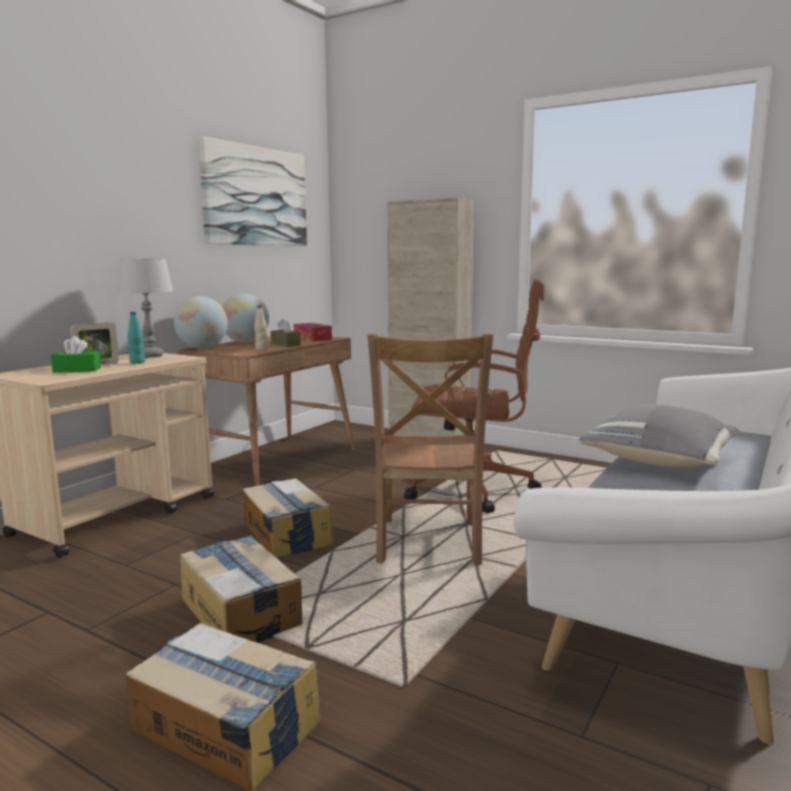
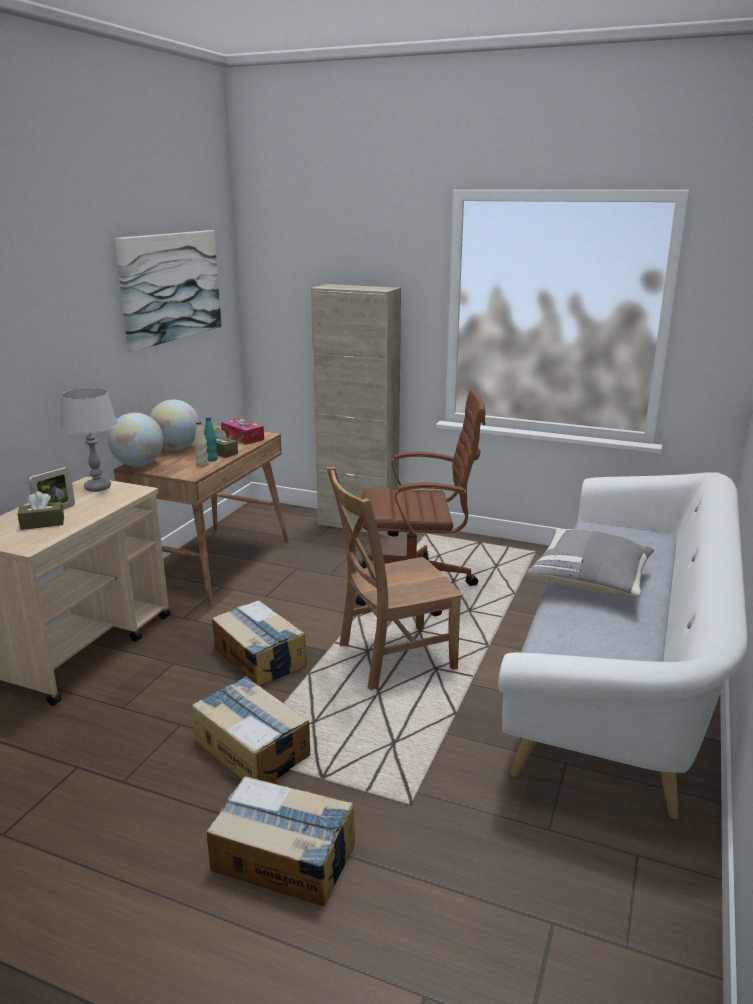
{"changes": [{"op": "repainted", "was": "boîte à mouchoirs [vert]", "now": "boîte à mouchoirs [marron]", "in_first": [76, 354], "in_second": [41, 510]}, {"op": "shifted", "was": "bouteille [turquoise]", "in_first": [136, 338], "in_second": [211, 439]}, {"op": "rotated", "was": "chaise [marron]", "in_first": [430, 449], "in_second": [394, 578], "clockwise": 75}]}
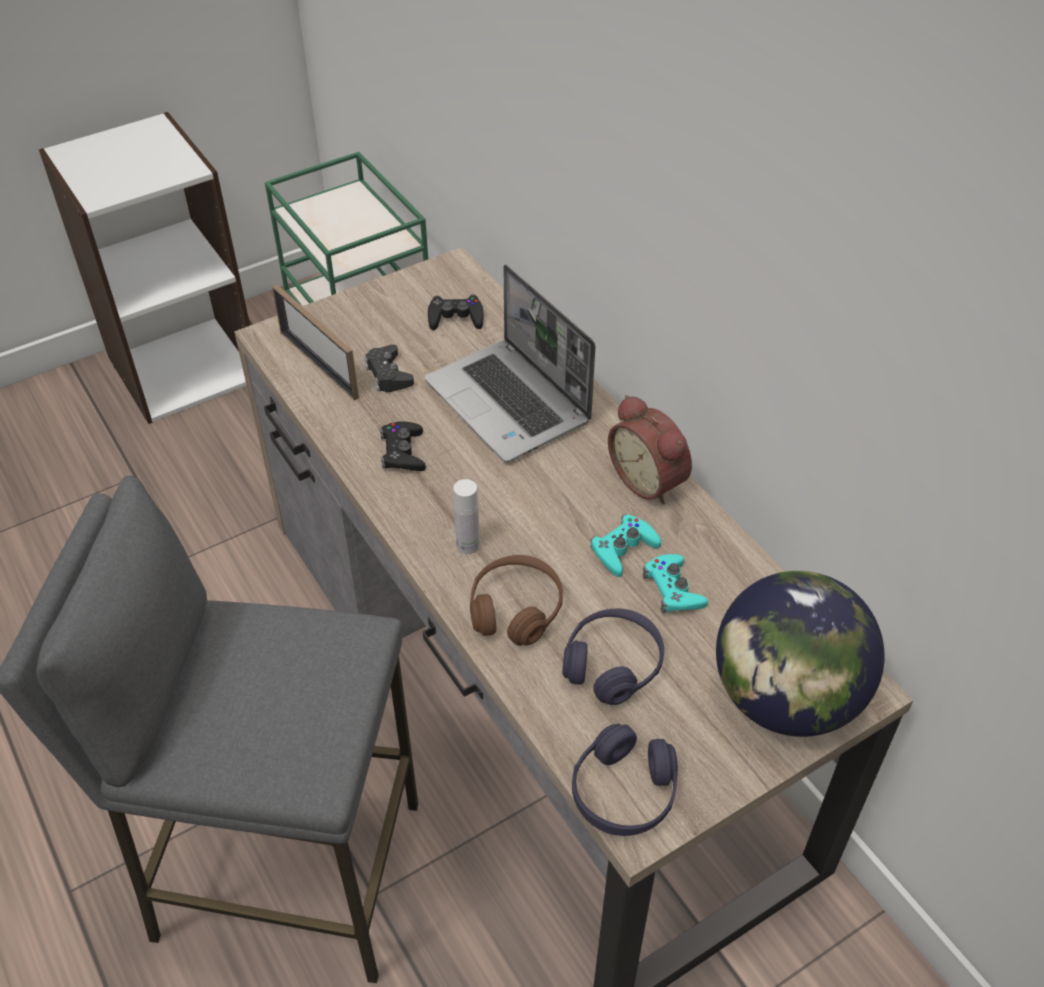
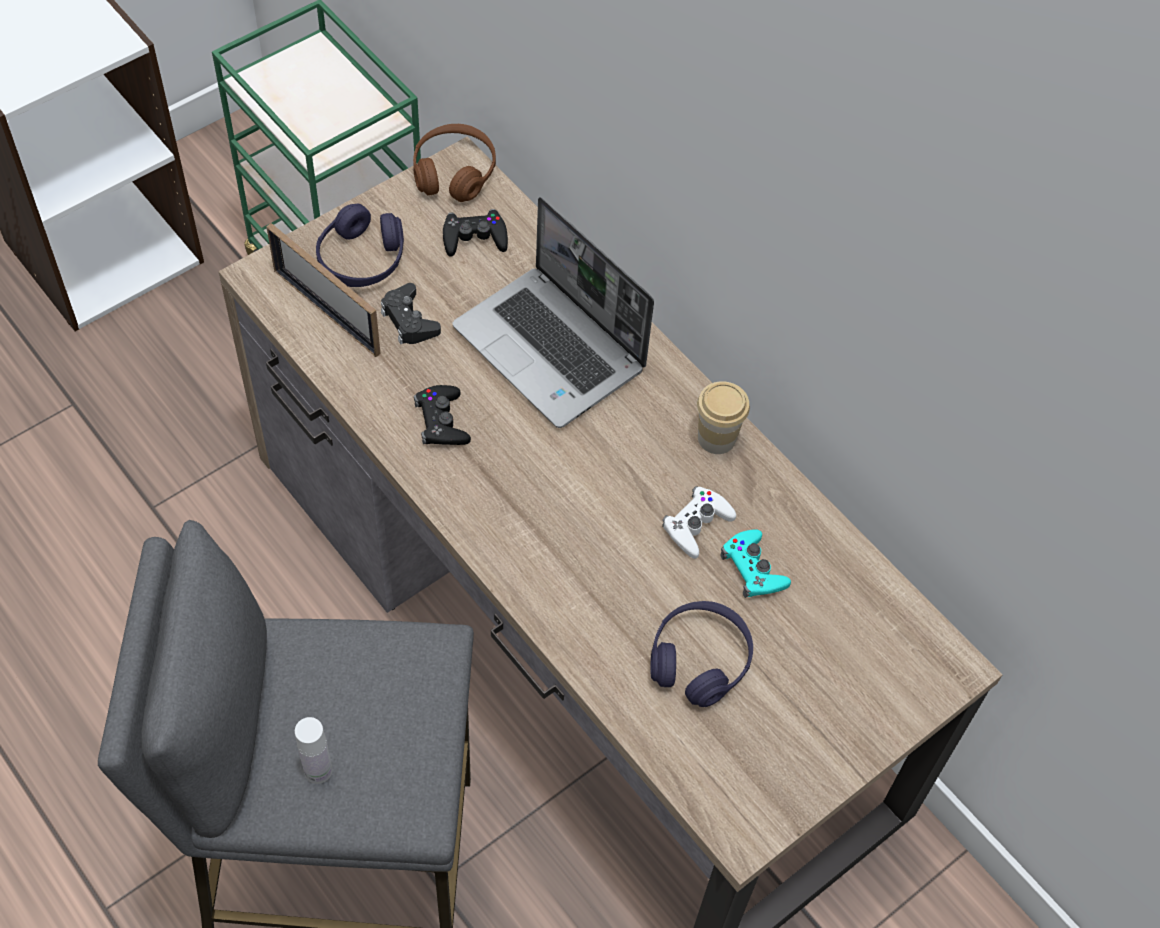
{"changes": [{"op": "shifted", "was": "bouteille [blanc]", "in_first": [466, 516], "in_second": [313, 750]}, {"op": "shifted", "was": "casque audio [marron]", "in_first": [516, 600], "in_second": [454, 163]}, {"op": "shifted", "was": "casque audio [violet]", "in_first": [625, 780], "in_second": [360, 245]}, {"op": "repainted", "was": "manette [turquoise]", "now": "manette [blanc]", "in_first": [626, 545], "in_second": [699, 522]}, {"op": "swapped", "was": "réveil", "now": "tasse", "in_first": [650, 450], "in_second": [723, 417]}, {"op": "gone", "was": "globe", "in_first": [800, 654]}]}
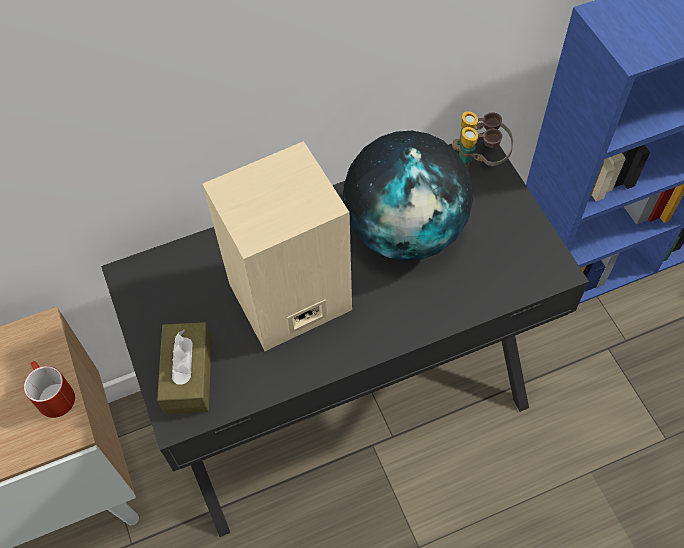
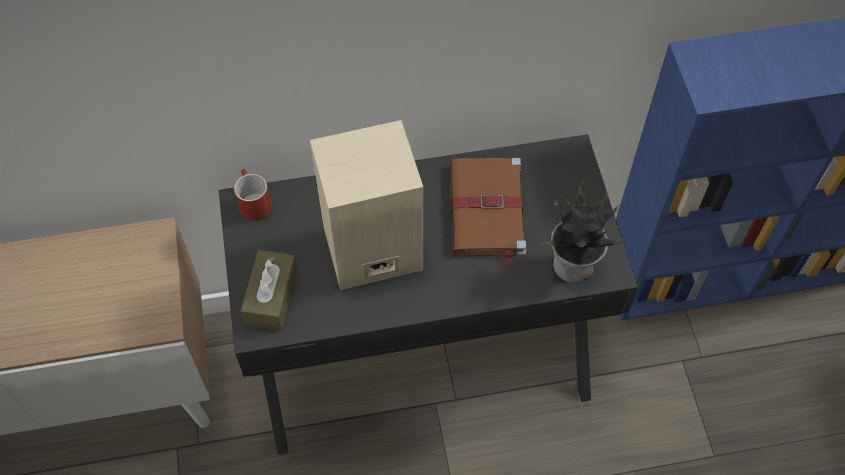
{"changes": [{"op": "shifted", "was": "mug [rouge]", "in_first": [49, 389], "in_second": [253, 195]}, {"op": "swapped", "was": "globe", "now": "livre [marron]", "in_first": [408, 196], "in_second": [488, 211]}, {"op": "gone", "was": "jumelles", "in_first": [482, 140]}, {"op": "new", "now": "plante en pot", "in_second": [583, 231]}]}
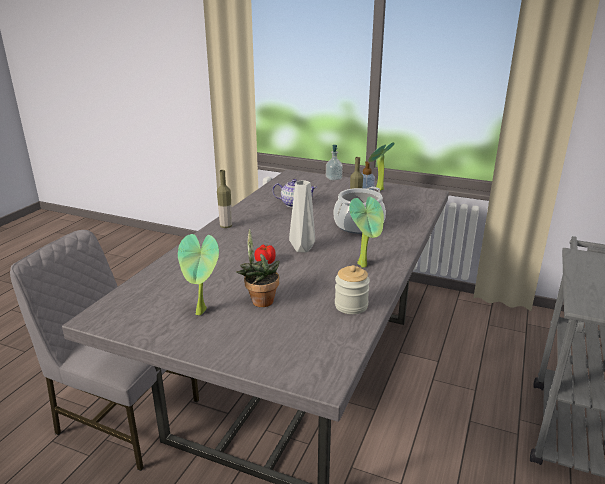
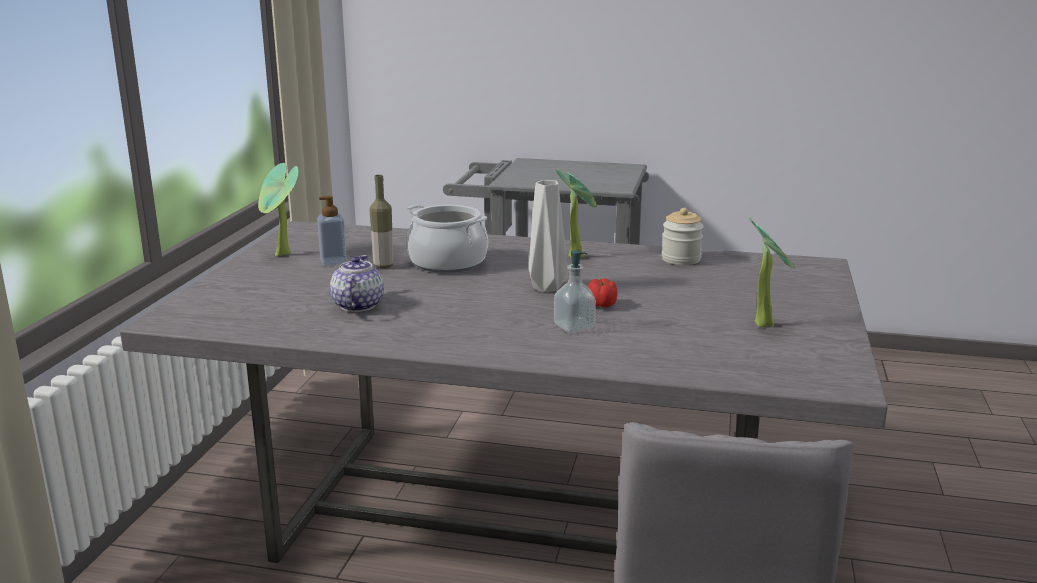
{"changes": [{"op": "gone", "was": "bouteille", "in_first": [224, 199]}, {"op": "gone", "was": "plante en pot", "in_first": [258, 268]}, {"op": "shifted", "was": "distributeur de savon", "in_first": [334, 163], "in_second": [575, 291]}]}
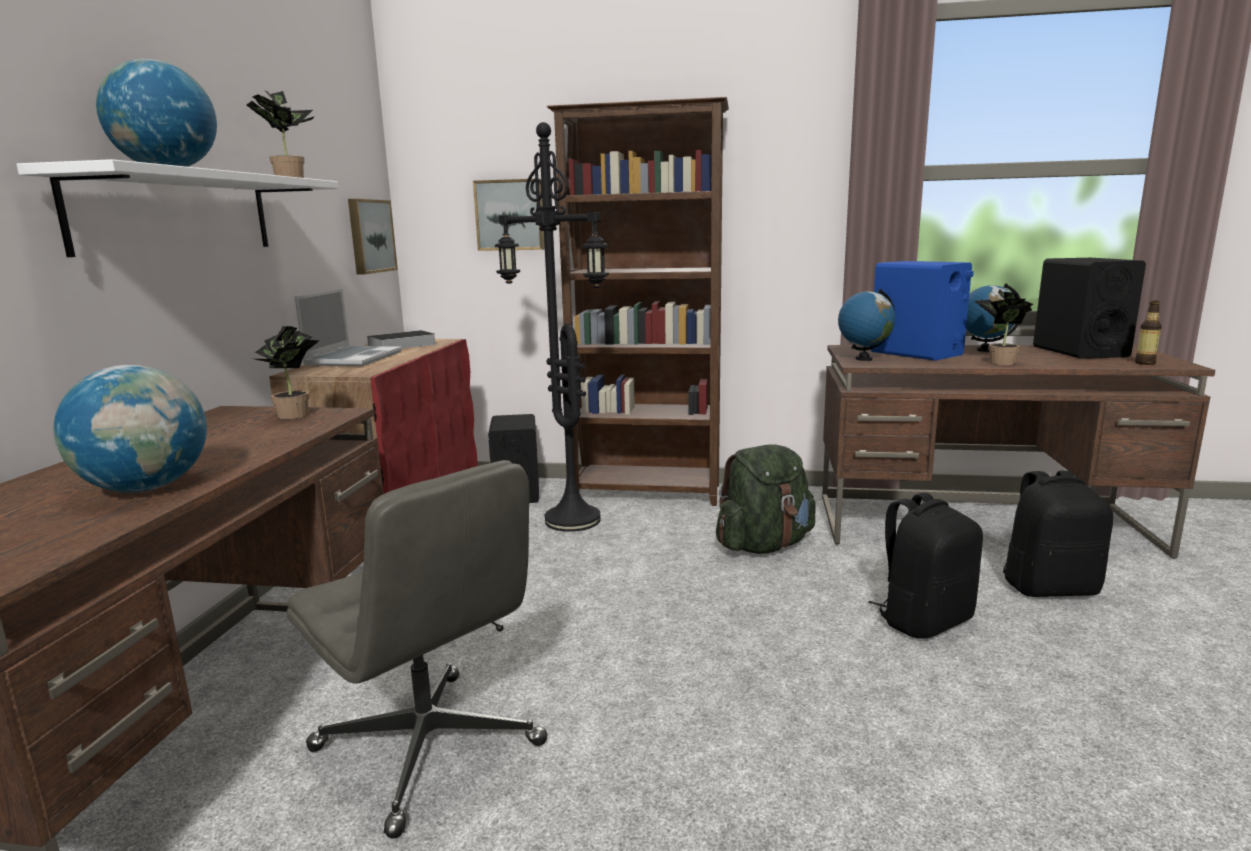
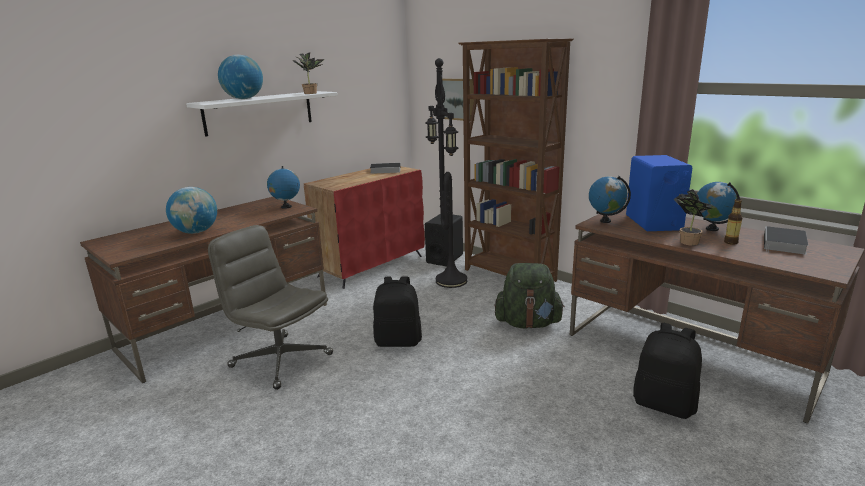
{"changes": [{"op": "swapped", "was": "plante en pot", "now": "globe", "in_first": [287, 372], "in_second": [283, 187]}, {"op": "rotated", "was": "chaise de bureau [gris]", "in_first": [417, 649], "in_second": [270, 307], "clockwise": 135}, {"op": "gone", "was": "ordinateur portable", "in_first": [348, 327]}, {"op": "gone", "was": "tableau", "in_first": [373, 237]}, {"op": "shifted", "was": "sac à dos [noir]", "in_first": [925, 565], "in_second": [397, 311]}, {"op": "swapped", "was": "enceinte [noir]", "now": "livre", "in_first": [1089, 308], "in_second": [786, 240]}, {"op": "shifted", "was": "bouteille", "in_first": [1148, 332], "in_second": [733, 222]}]}
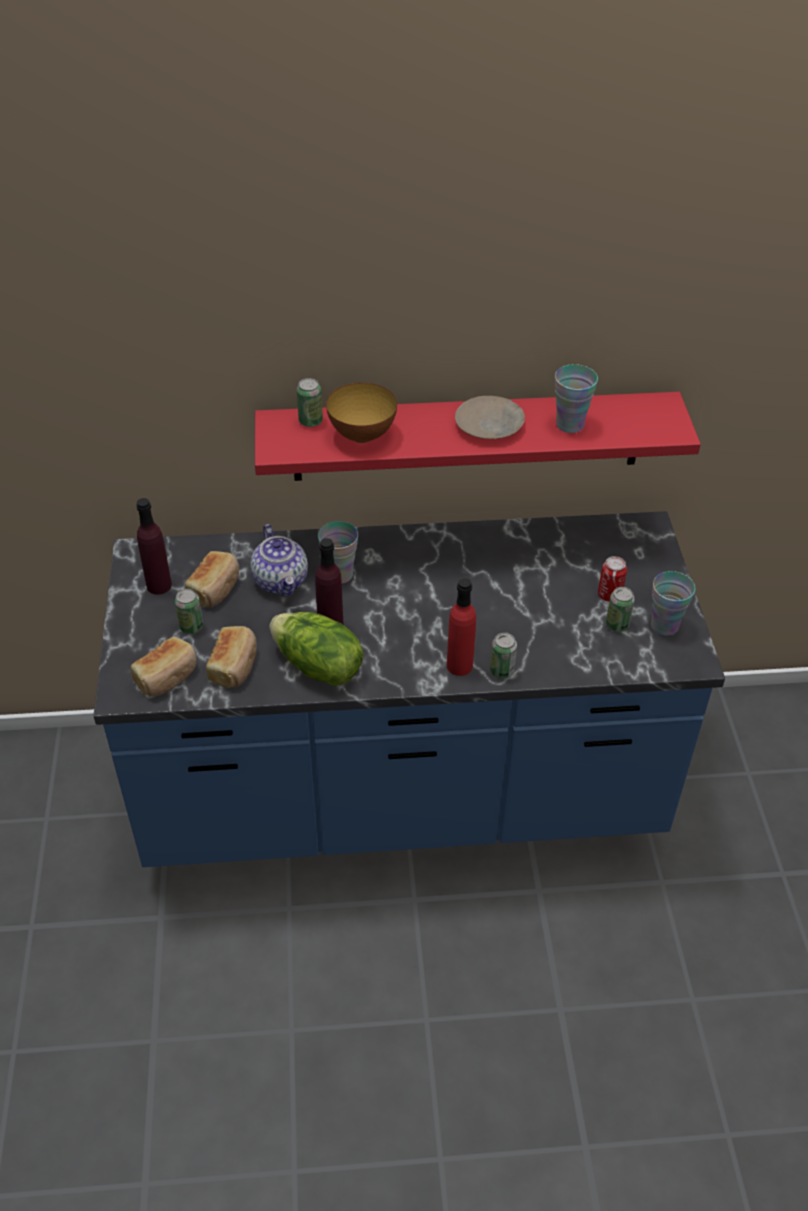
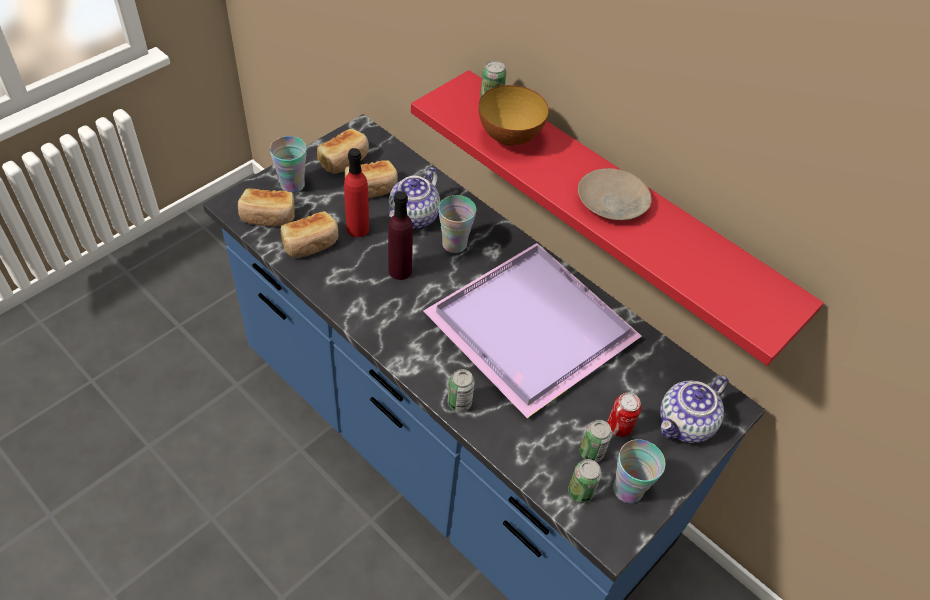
{"changes": [{"op": "swapped", "was": "bouteille [violet]", "now": "pain", "in_first": [154, 546], "in_second": [343, 151]}, {"op": "shifted", "was": "boîte métallique", "in_first": [189, 611], "in_second": [585, 481]}, {"op": "gone", "was": "laitue", "in_first": [316, 649]}, {"op": "shifted", "was": "bouteille [rouge]", "in_first": [461, 627], "in_second": [356, 192]}, {"op": "shifted", "was": "tasse", "in_first": [576, 398], "in_second": [288, 164]}, {"op": "new", "now": "plateau [violet]", "in_second": [532, 330]}, {"op": "new", "now": "théière", "in_second": [694, 409]}]}
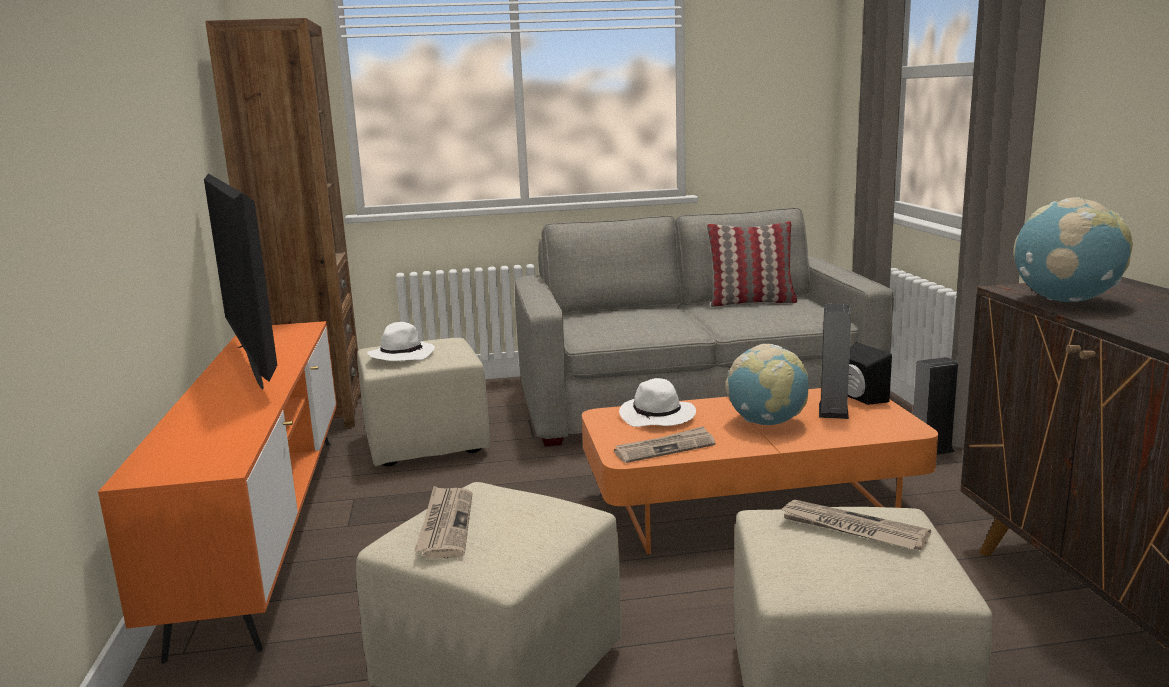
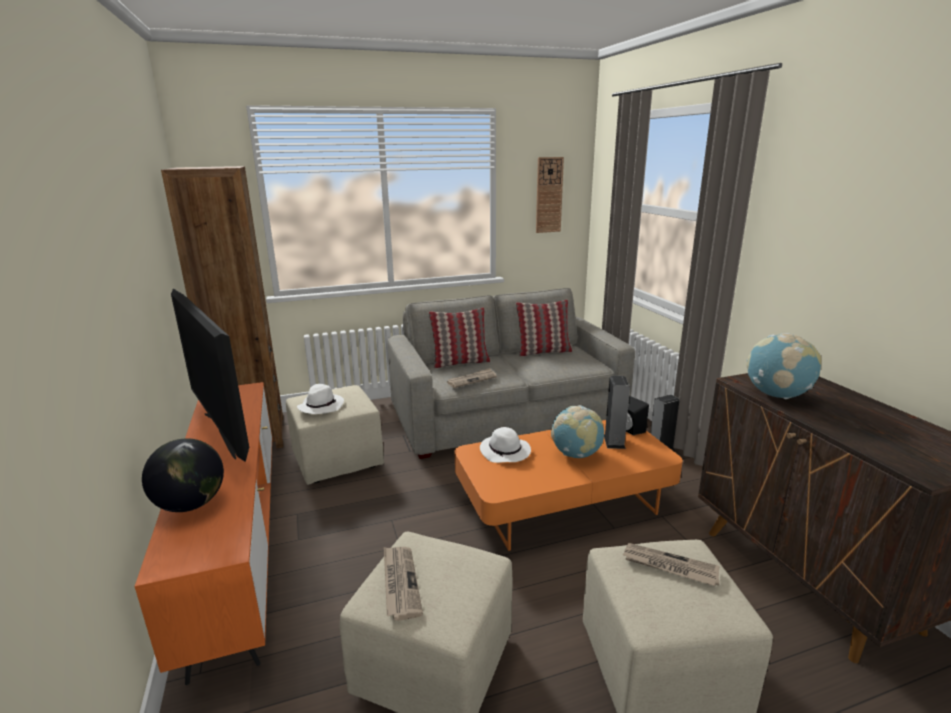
{"changes": [{"op": "shifted", "was": "journal", "in_first": [664, 444], "in_second": [472, 378]}, {"op": "new", "now": "globe", "in_second": [183, 475]}, {"op": "new", "now": "coussin", "in_second": [459, 337]}, {"op": "new", "now": "horloge murale", "in_second": [550, 195]}]}
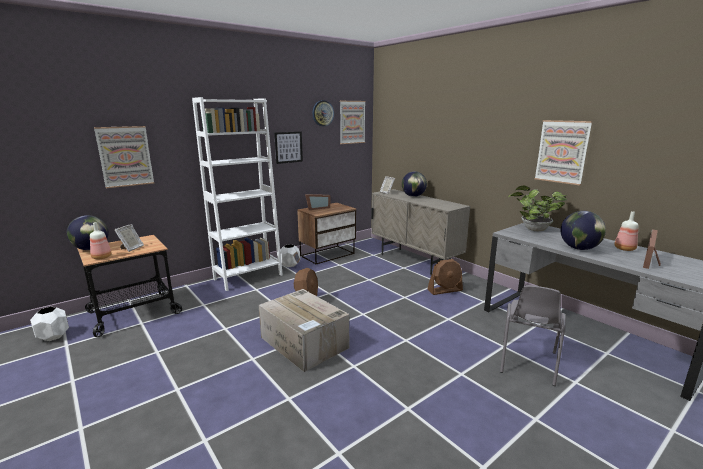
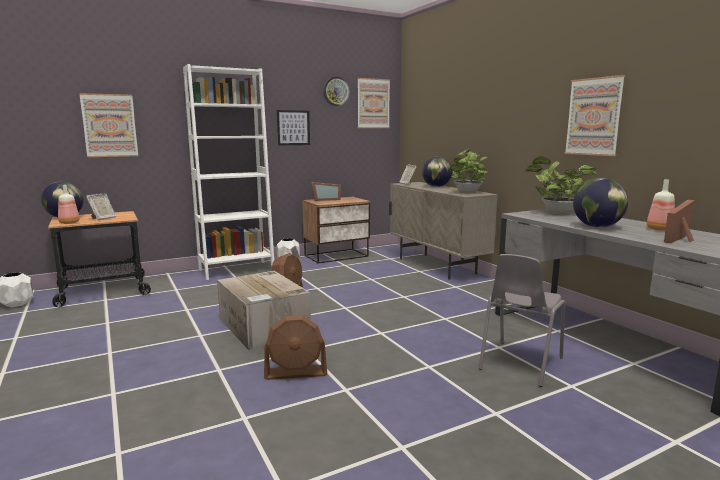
{"changes": [{"op": "shifted", "was": "ventilateur [marron]", "in_first": [445, 277], "in_second": [295, 347]}, {"op": "new", "now": "plante en pot", "in_second": [469, 170]}]}
